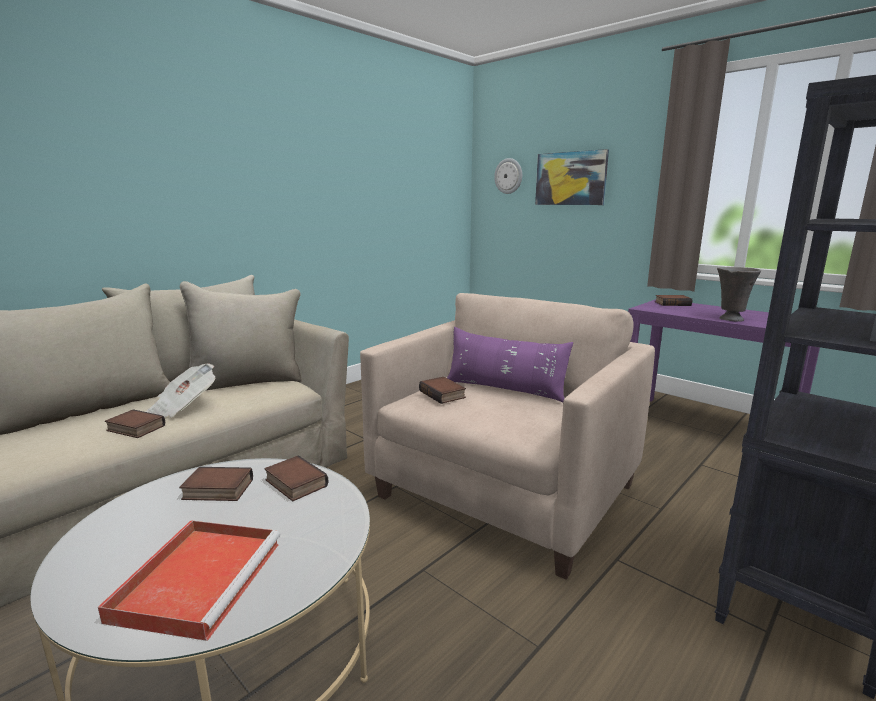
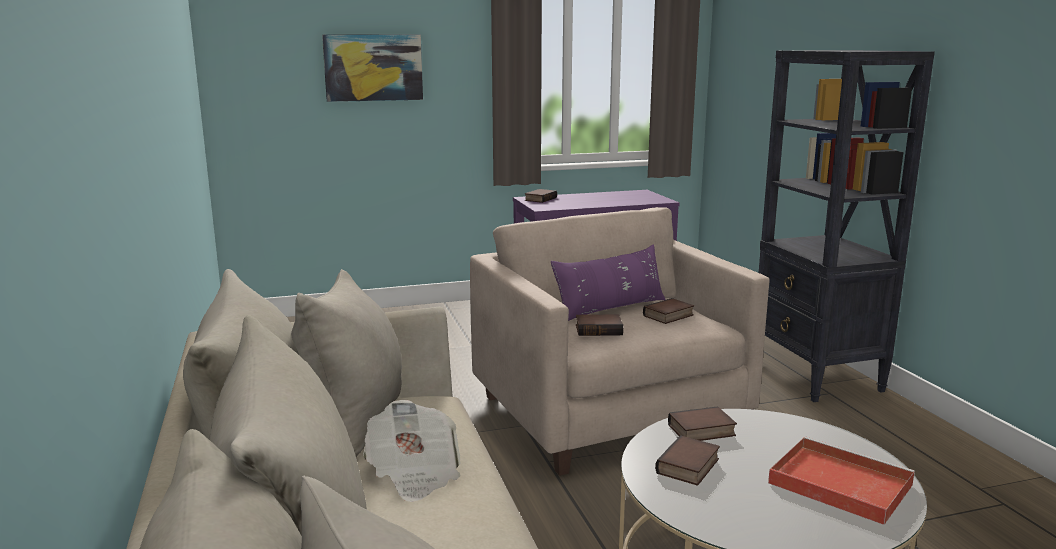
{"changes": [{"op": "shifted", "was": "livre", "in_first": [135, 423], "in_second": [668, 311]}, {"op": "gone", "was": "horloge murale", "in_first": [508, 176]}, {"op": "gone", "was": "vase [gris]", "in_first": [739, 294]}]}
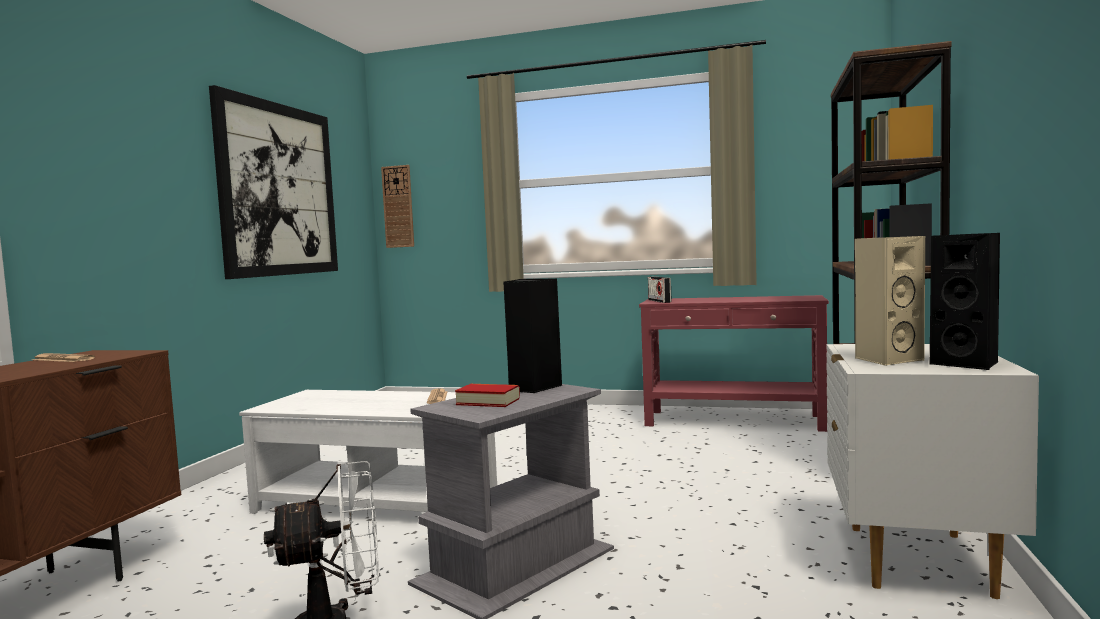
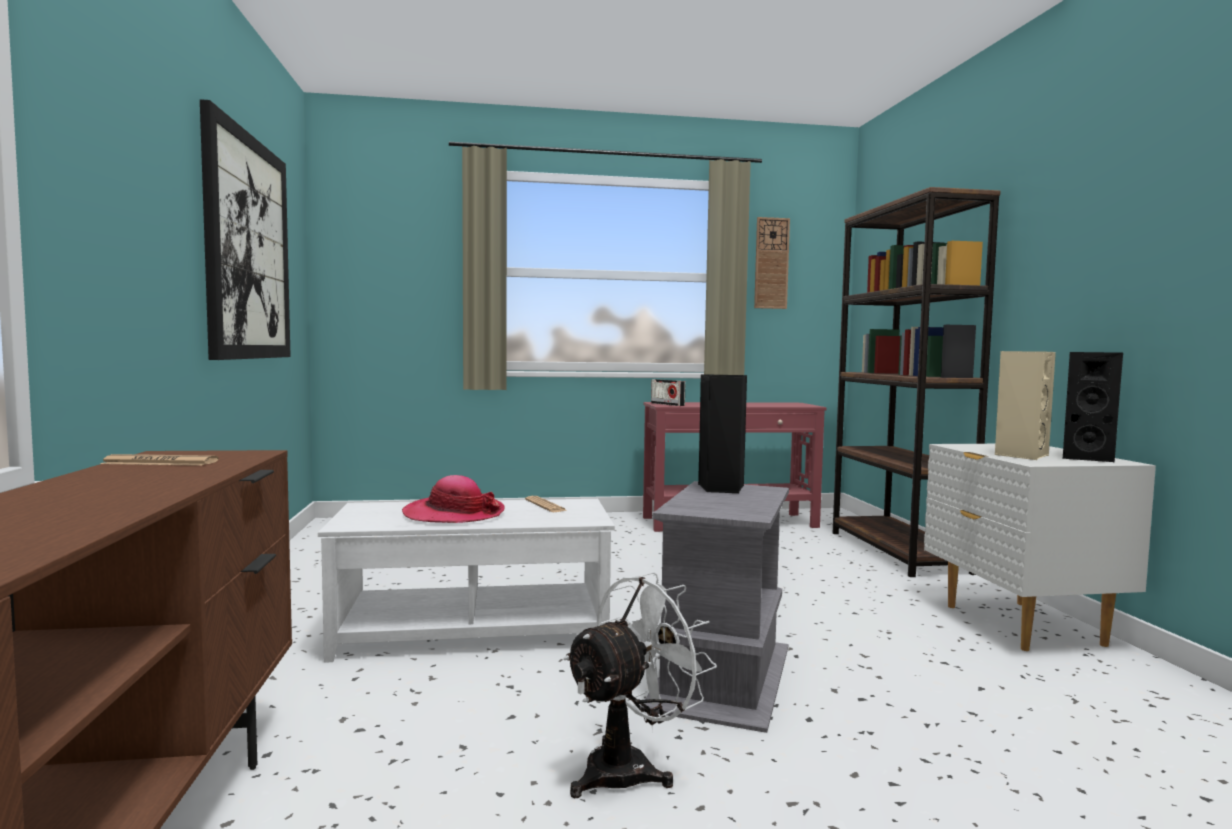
{"changes": [{"op": "shifted", "was": "horloge murale", "in_first": [397, 206], "in_second": [772, 263]}, {"op": "gone", "was": "livre", "in_first": [487, 395]}, {"op": "new", "now": "chapeau", "in_second": [453, 499]}]}
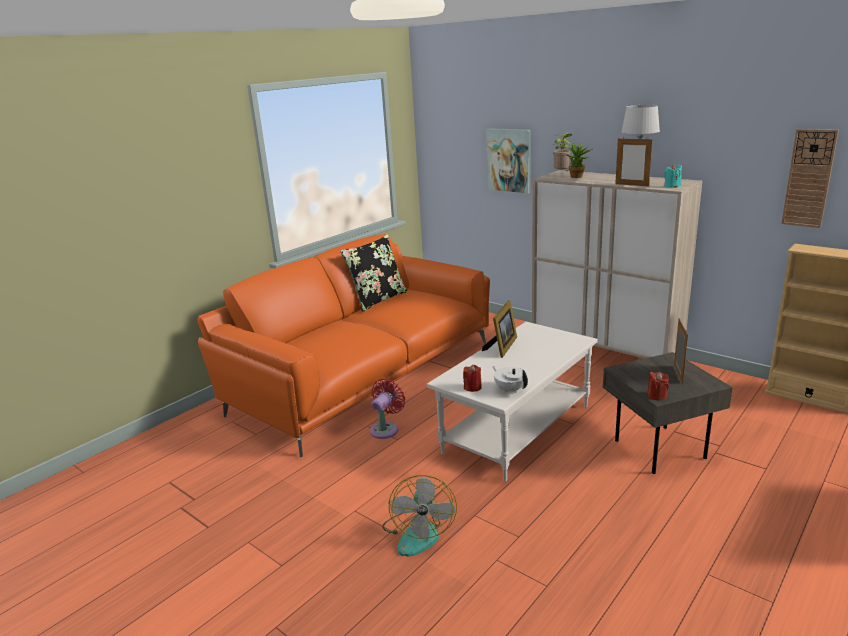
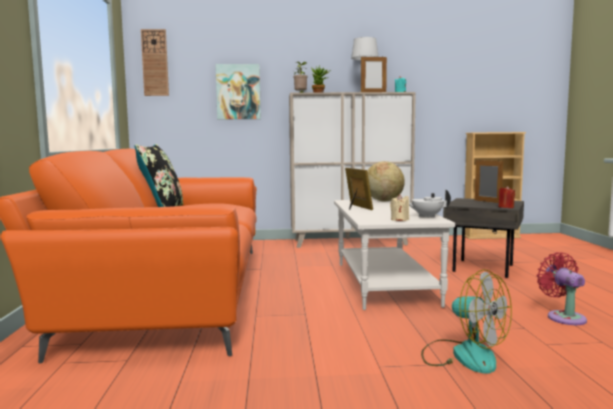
{"changes": [{"op": "shifted", "was": "ventilateur [rouge]", "in_first": [387, 409], "in_second": [561, 288]}, {"op": "repainted", "was": "bougie [rouge]", "now": "bougie [beige]", "in_first": [472, 378], "in_second": [399, 207]}, {"op": "shifted", "was": "horloge murale", "in_first": [810, 178], "in_second": [155, 62]}, {"op": "new", "now": "globe", "in_second": [386, 181]}]}
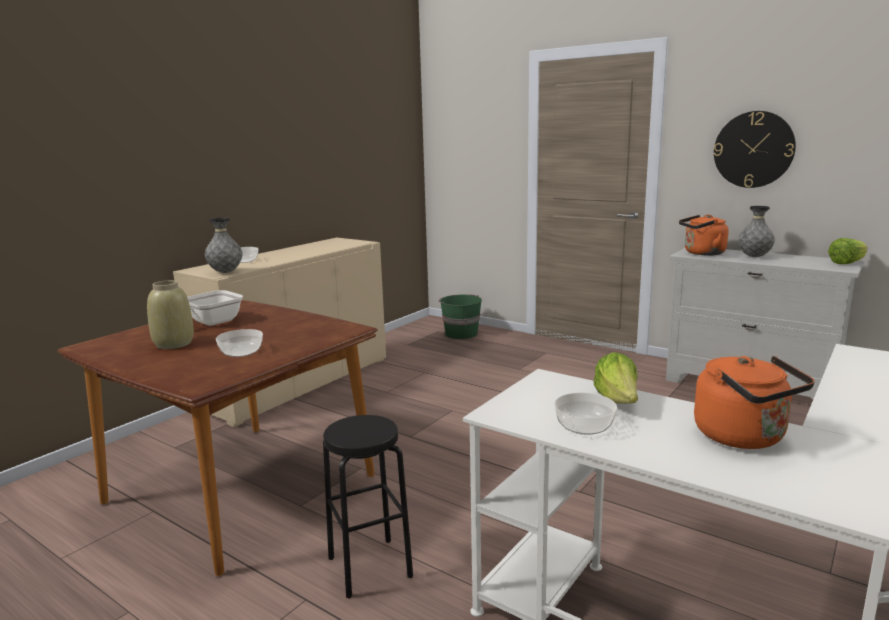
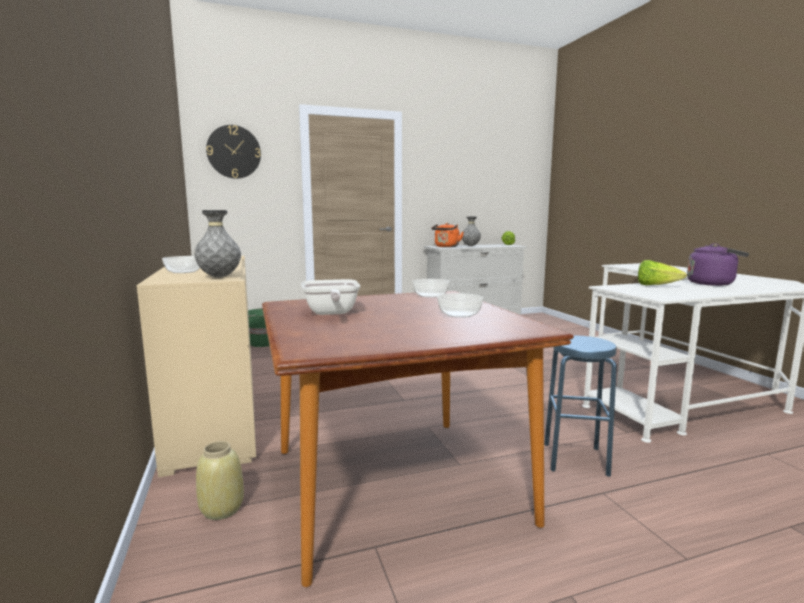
{"changes": [{"op": "shifted", "was": "vase [beige]", "in_first": [170, 314], "in_second": [220, 480]}, {"op": "repainted", "was": "tabouret [noir]", "now": "tabouret [bleu]", "in_first": [368, 507], "in_second": [580, 406]}, {"op": "shifted", "was": "bol", "in_first": [585, 414], "in_second": [430, 288]}, {"op": "repainted", "was": "bouilloire [orange]", "now": "bouilloire [violet]", "in_first": [754, 402], "in_second": [718, 264]}, {"op": "shifted", "was": "horloge murale", "in_first": [755, 149], "in_second": [233, 152]}]}
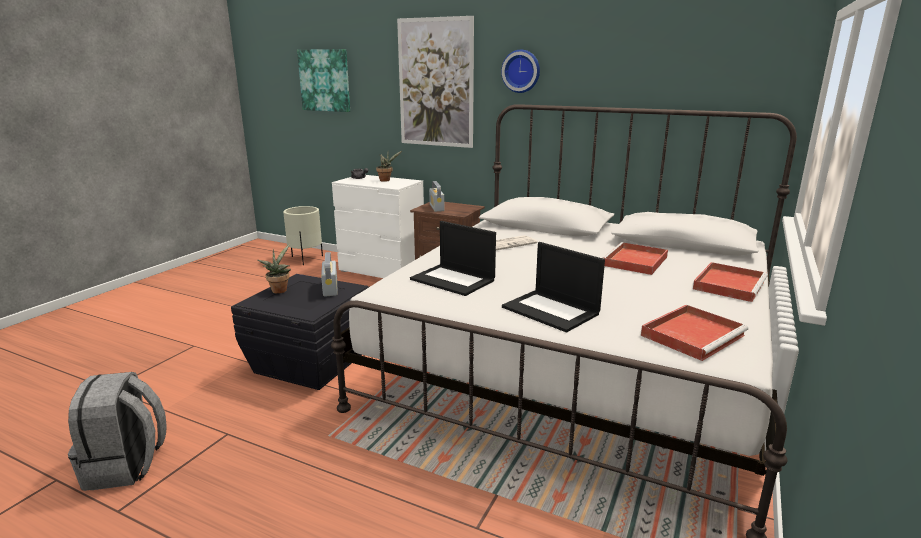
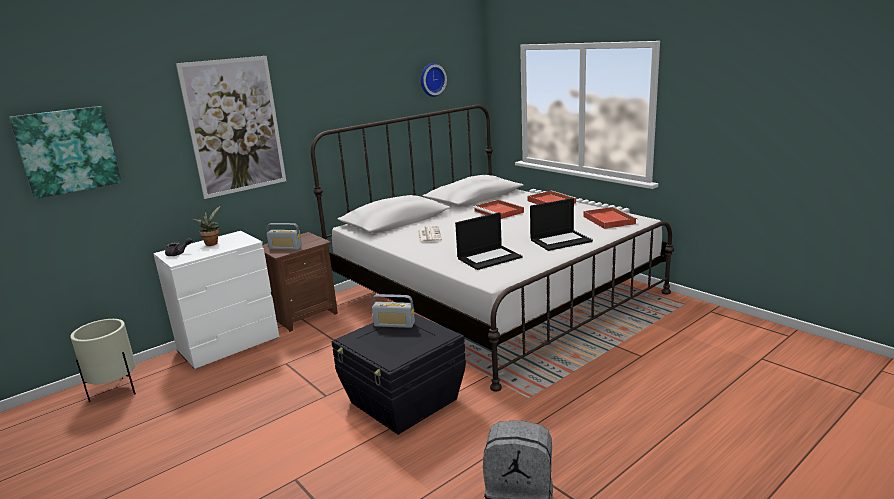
{"changes": [{"op": "gone", "was": "plante en pot", "in_first": [274, 269]}, {"op": "shifted", "was": "horloge murale", "in_first": [520, 71], "in_second": [434, 80]}]}
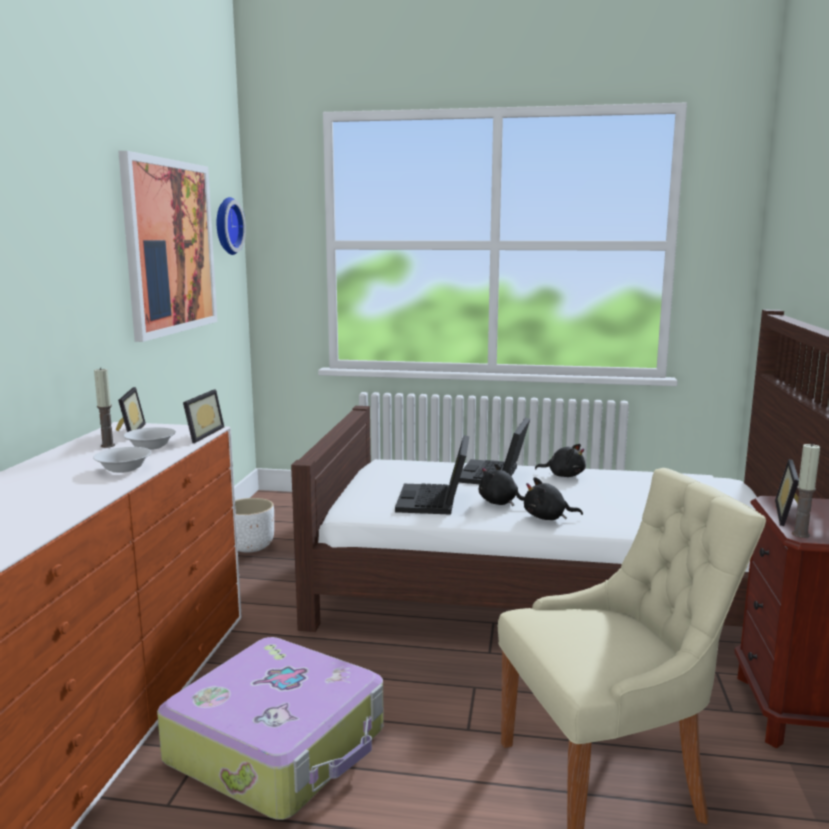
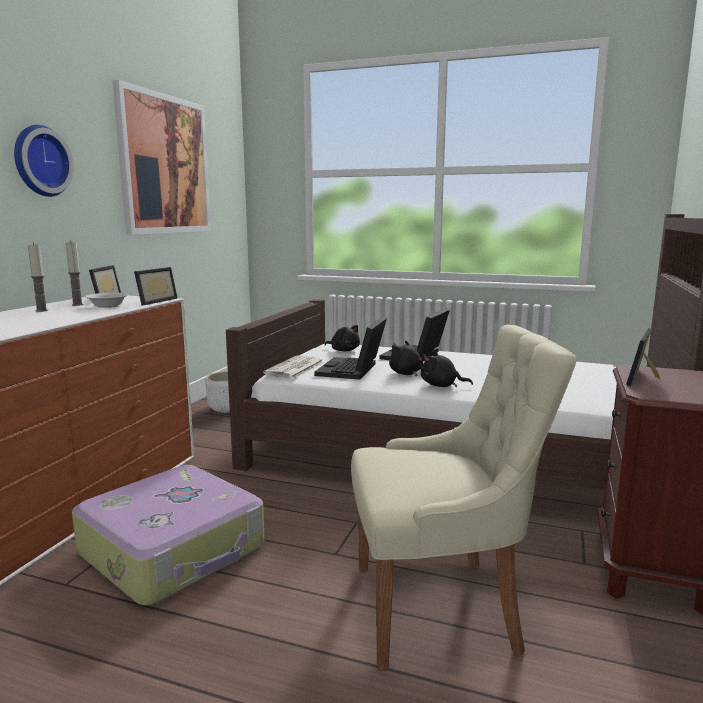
{"changes": [{"op": "gone", "was": "bol [blanc]", "in_first": [122, 460]}, {"op": "shifted", "was": "horloge murale", "in_first": [231, 226], "in_second": [44, 161]}, {"op": "shifted", "was": "peluche [noir]", "in_first": [560, 460], "in_second": [342, 338]}, {"op": "shifted", "was": "bougie", "in_first": [806, 490], "in_second": [38, 277]}, {"op": "new", "now": "journal", "in_second": [294, 366]}]}
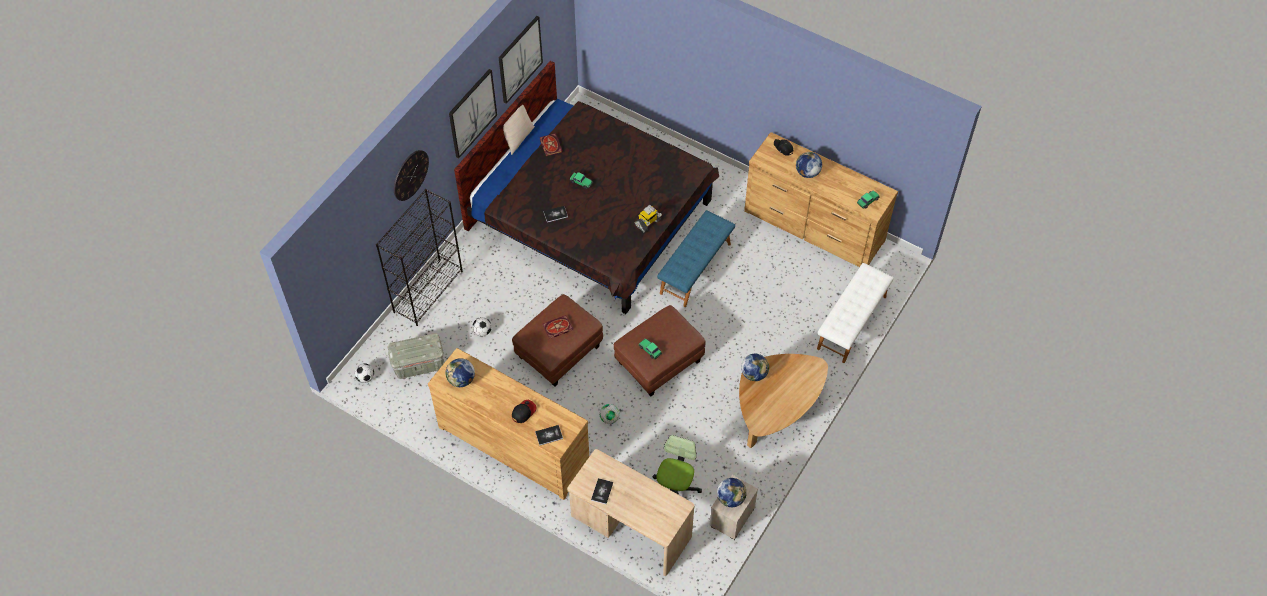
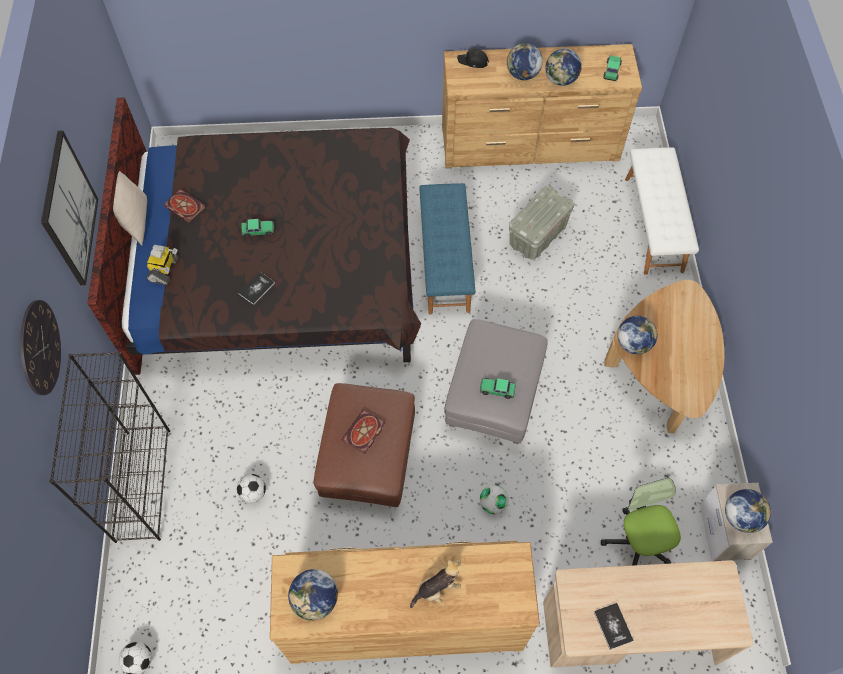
{"changes": [{"op": "shifted", "was": "boîte de rangement [gris]", "in_first": [416, 356], "in_second": [542, 223]}, {"op": "gone", "was": "tableau", "in_first": [521, 60]}, {"op": "swapped", "was": "casquette", "now": "peluche", "in_first": [524, 411], "in_second": [436, 584]}, {"op": "gone", "was": "livre", "in_first": [549, 435]}, {"op": "repainted", "was": "pouf [marron]", "now": "pouf [gris]", "in_first": [660, 350], "in_second": [496, 381]}, {"op": "shifted", "was": "robot jouet", "in_first": [648, 218], "in_second": [163, 265]}, {"op": "new", "now": "globe", "in_second": [563, 67]}]}
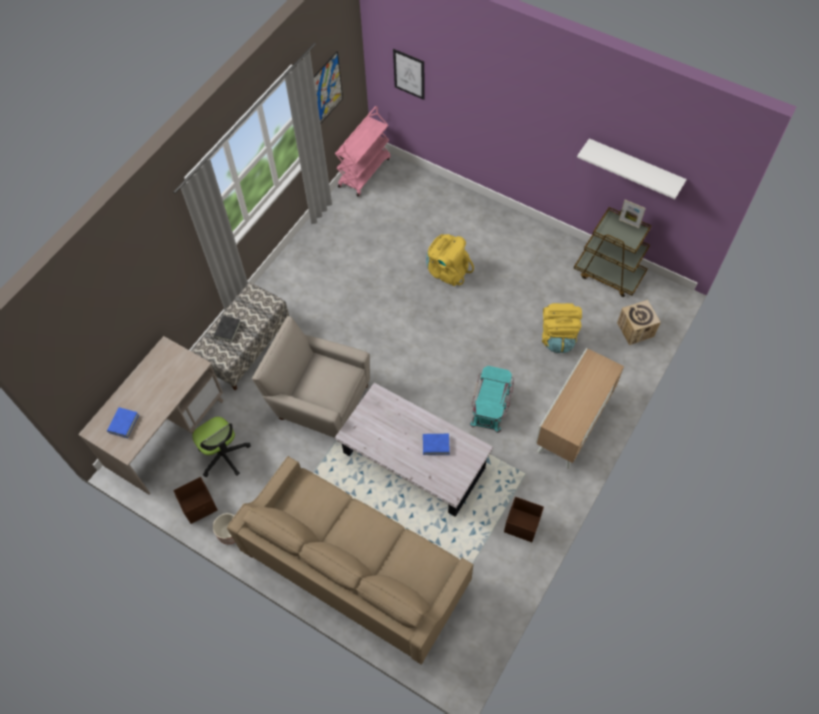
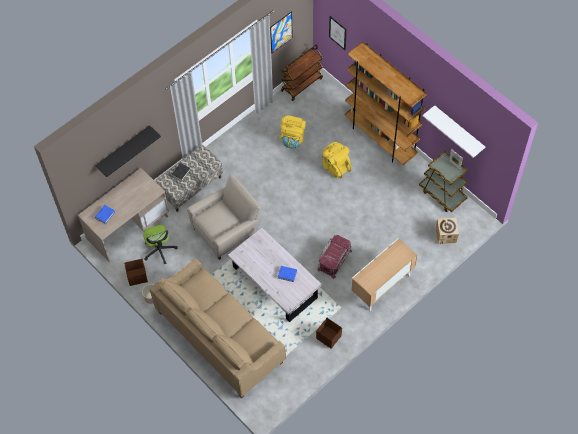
{"changes": [{"op": "rotated", "was": "fauteuil [beige]", "in_first": [311, 377], "in_second": [224, 216], "clockwise": 105}, {"op": "repainted", "was": "chariot [rose]", "now": "chariot [marron]", "in_first": [363, 151], "in_second": [302, 73]}, {"op": "repainted", "was": "boîte de rangement [turquoise]", "now": "boîte de rangement [rouge]", "in_first": [492, 399], "in_second": [334, 257]}, {"op": "shifted", "was": "sac à dos [jaune]", "in_first": [562, 328], "in_second": [293, 132]}, {"op": "new", "now": "étagère [noir]", "in_second": [128, 151]}, {"op": "new", "now": "bibliothèque [marron]", "in_second": [386, 104]}]}
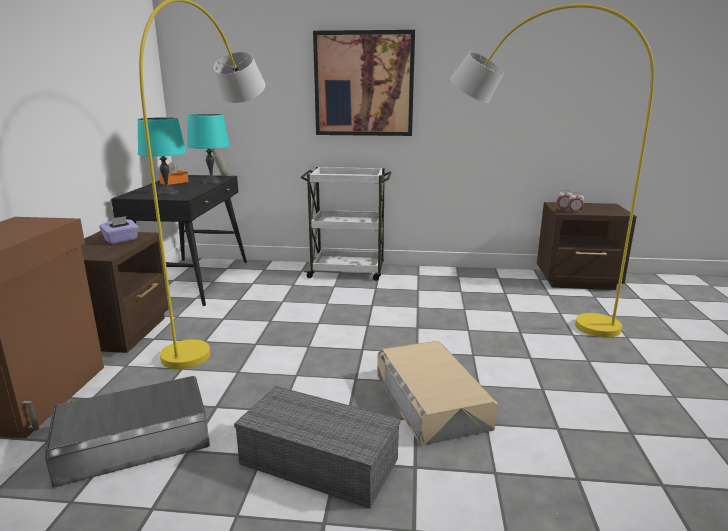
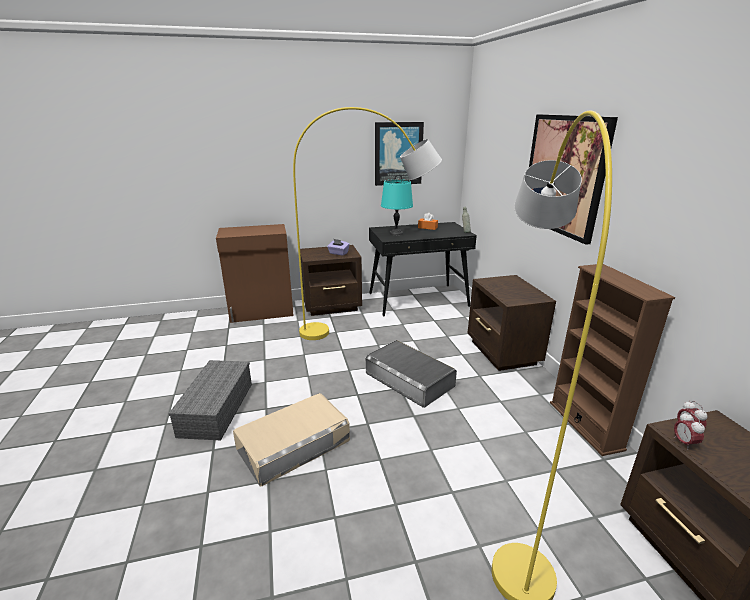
{"changes": [{"op": "shifted", "was": "boîte de rangement [gris]", "in_first": [127, 431], "in_second": [411, 374]}, {"op": "gone", "was": "lampe de table [turquoise]", "in_first": [208, 149]}, {"op": "swapped", "was": "chariot [blanc]", "now": "table de chevet [marron]", "in_first": [346, 224], "in_second": [512, 323]}, {"op": "new", "now": "tableau", "in_second": [399, 154]}, {"op": "new", "now": "bibliothèque [marron]", "in_second": [612, 360]}]}
